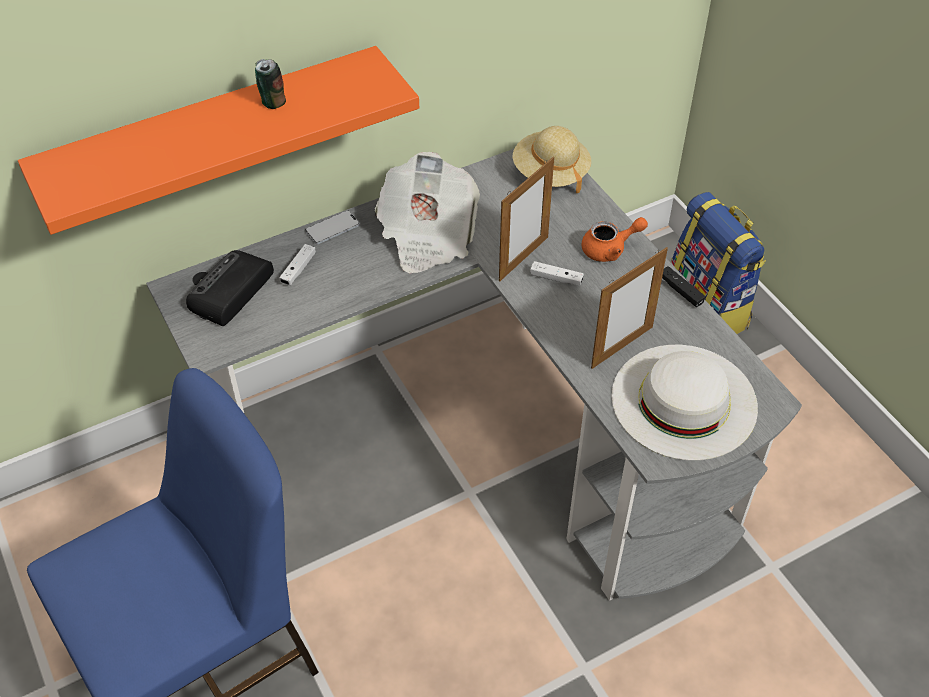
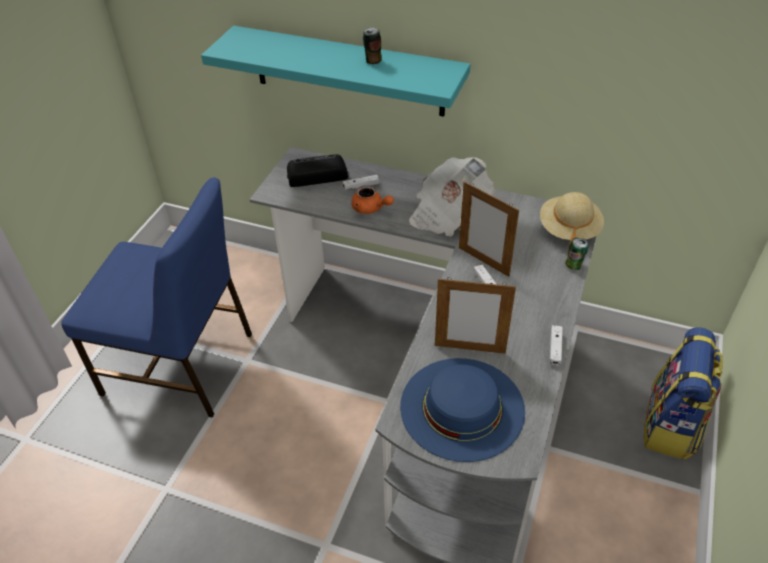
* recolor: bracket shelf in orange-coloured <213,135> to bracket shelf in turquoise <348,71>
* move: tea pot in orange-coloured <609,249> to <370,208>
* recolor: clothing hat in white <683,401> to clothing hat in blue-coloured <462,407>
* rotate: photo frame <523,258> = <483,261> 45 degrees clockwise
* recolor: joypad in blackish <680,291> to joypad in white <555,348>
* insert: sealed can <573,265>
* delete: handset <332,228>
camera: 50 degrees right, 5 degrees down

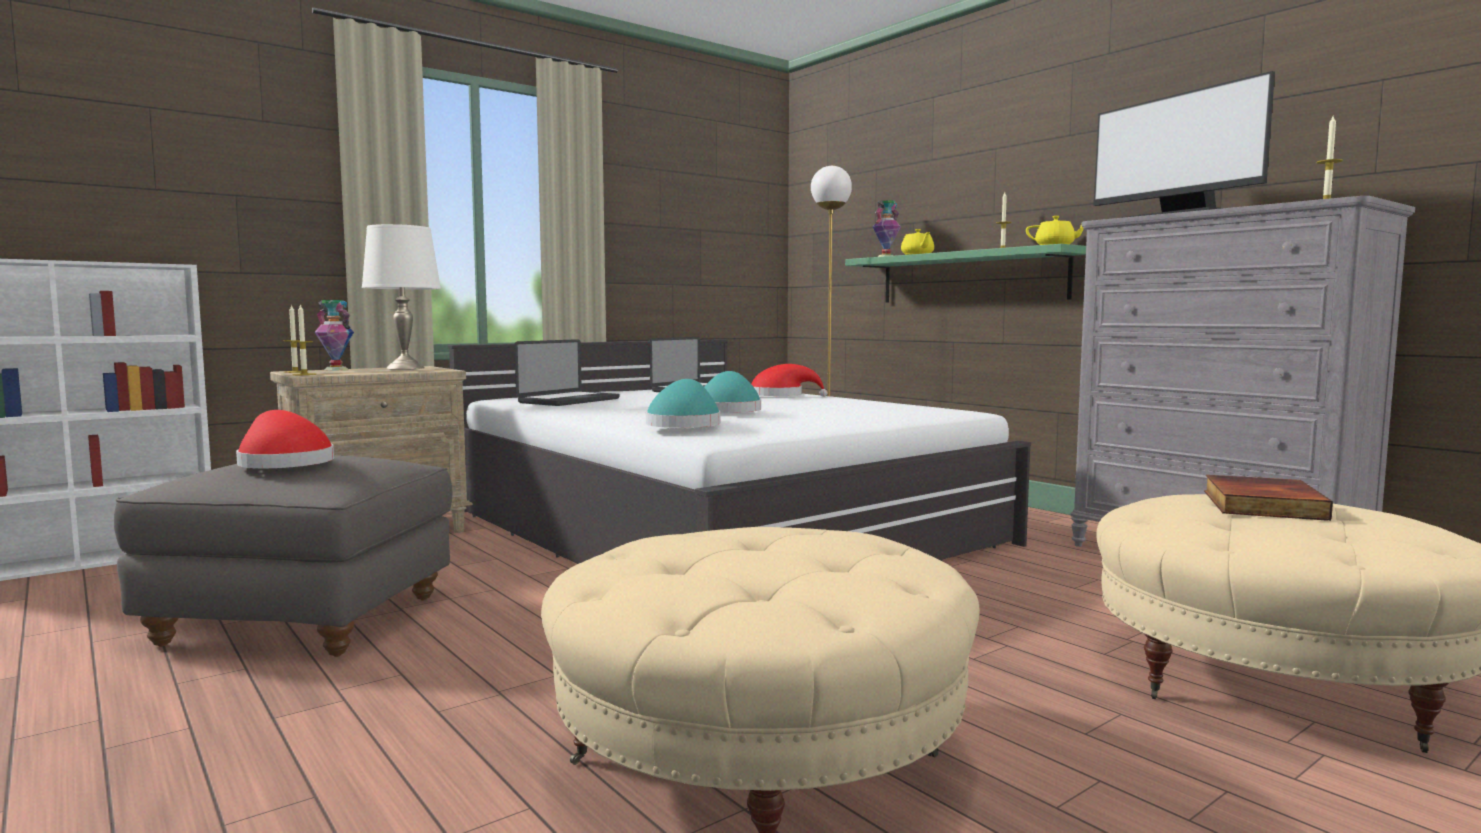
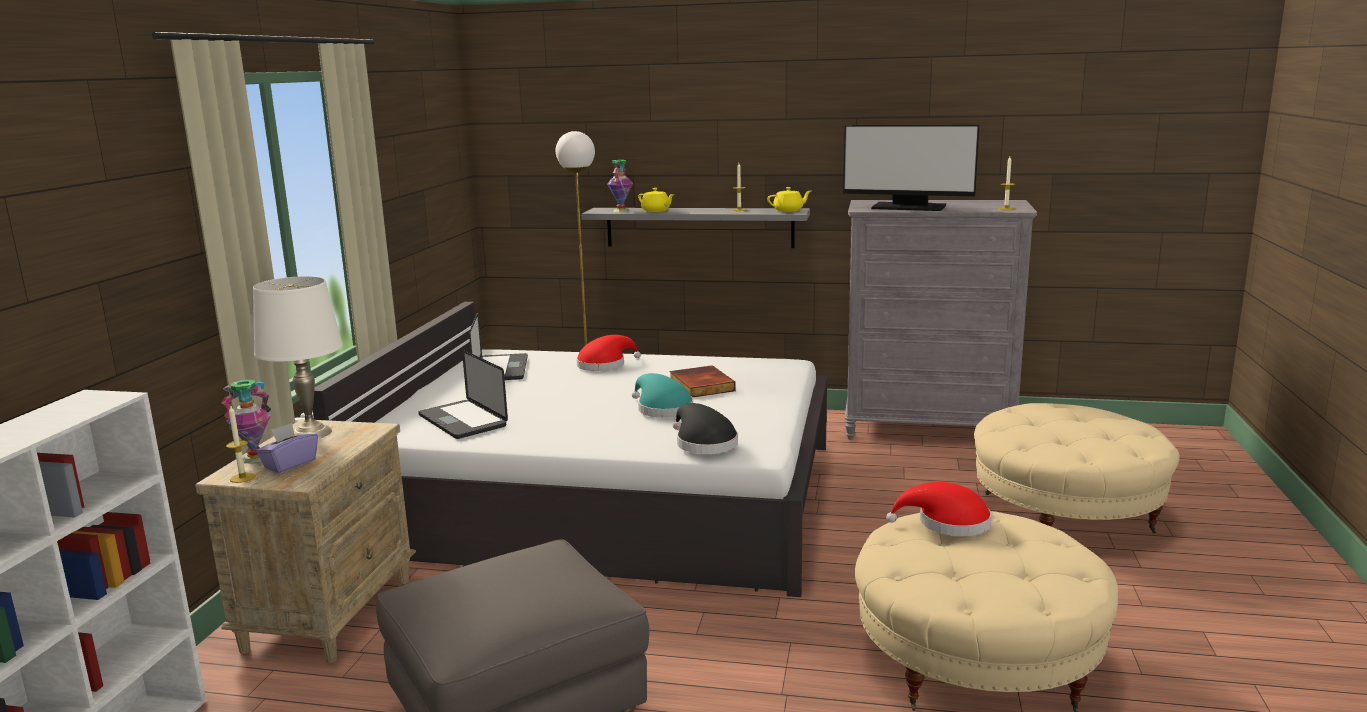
* insert: tissue box in purple-coloured <290,464>
* rotate: portable computer <569,401> = <462,421> 150 degrees clockwise
* recolor: bracket shelf in green-coloured <970,277> to bracket shelf in grey <699,227>
* move: book <1259,504> to <700,385>
* recolor: clothing hat in turquoise <684,425> to clothing hat in blackish <703,443>
* move: clothing hat in reddish <283,464> to <947,523>
* delete: wax candle <304,374>
camera: 40 degrees left, 10 degrees up

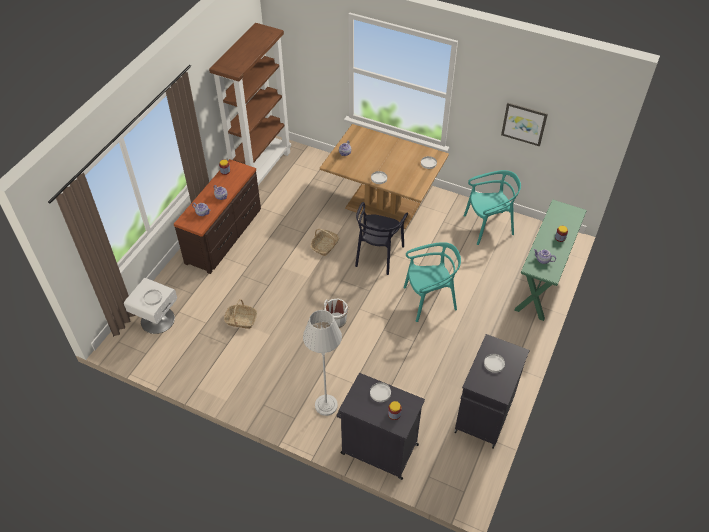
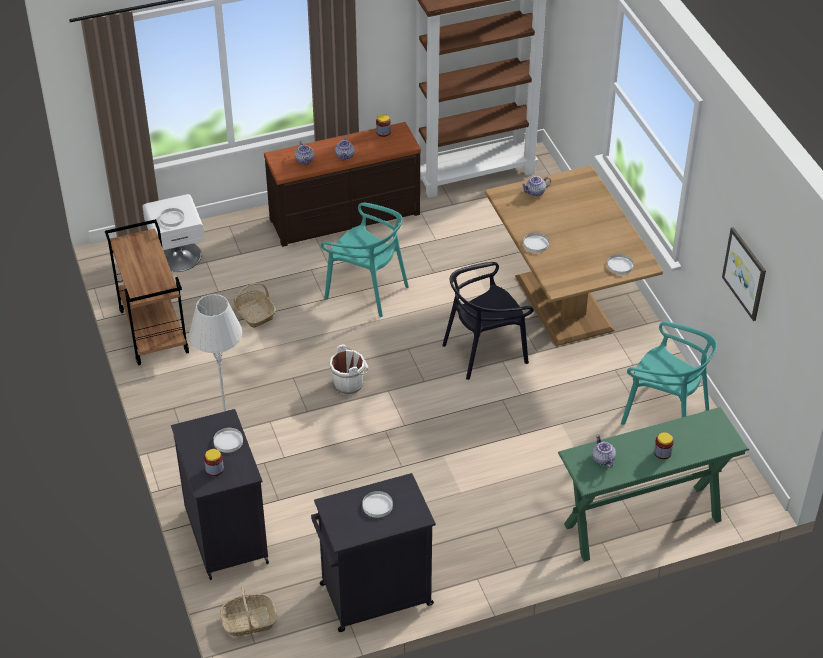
* insert: trolley in brown <153,331>
* move: basket <325,246> to <249,621>
* move: upright chair in turquoise <429,300> to <367,290>
camera: 45 degrees right, 5 degrees down

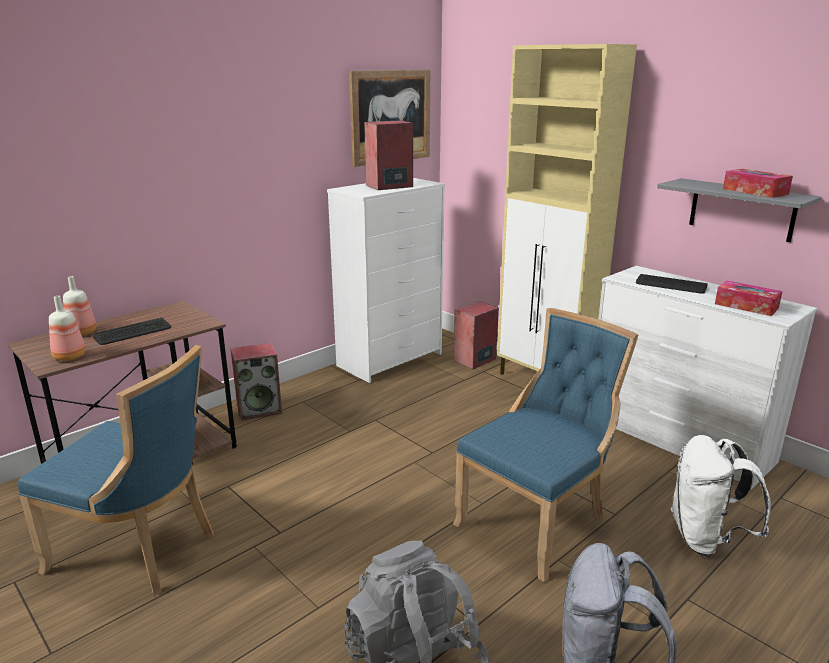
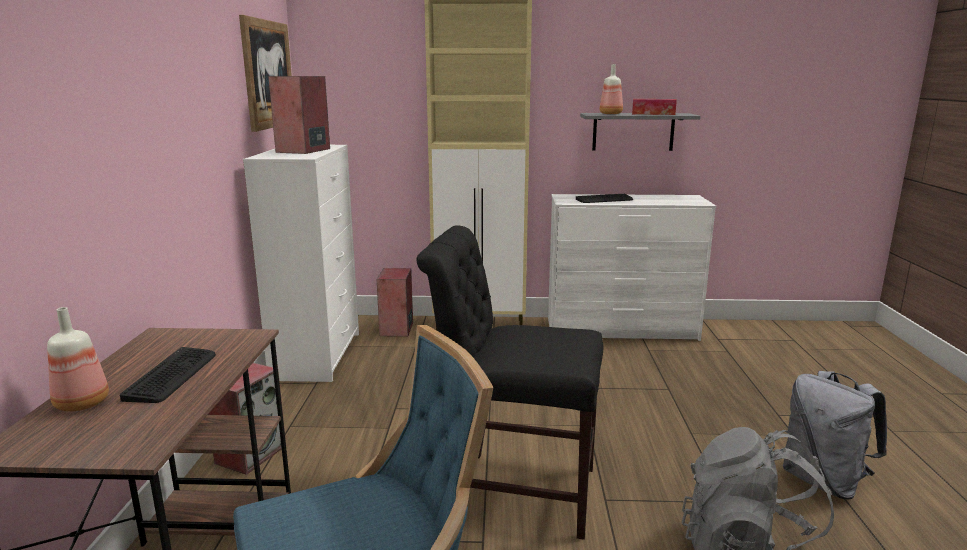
* insert: upright chair in blackish <514,490>
* move: beverage bottle <70,357> to <611,114>
* delete: upright chair in blue-coloured <537,521>
* delete: backpack in white <706,539>
* delete: tissue box <746,306>
camera: 45 degrees left, 5 degrees down

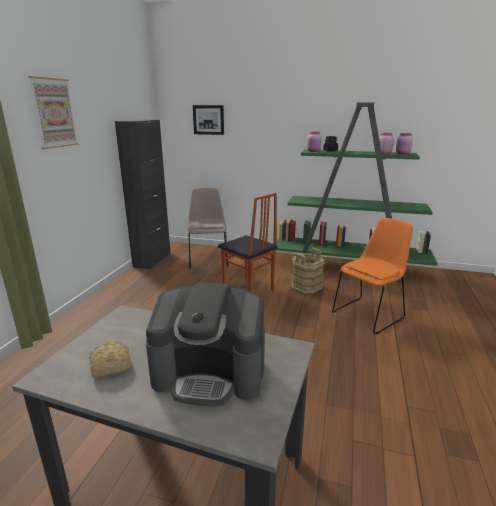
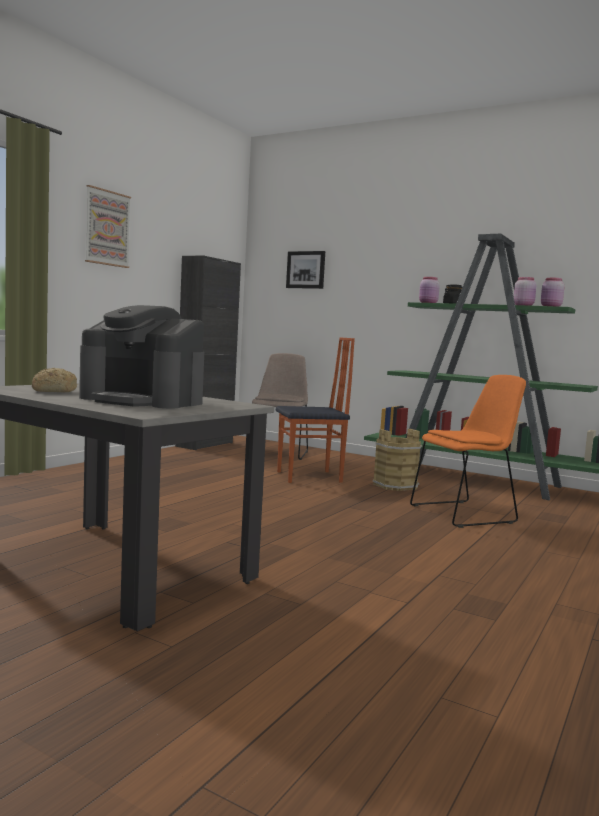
* rotate: upright chair <248,289> = <310,477> 75 degrees counterclockwise
camera: 15 degrees right, 15 degrees down

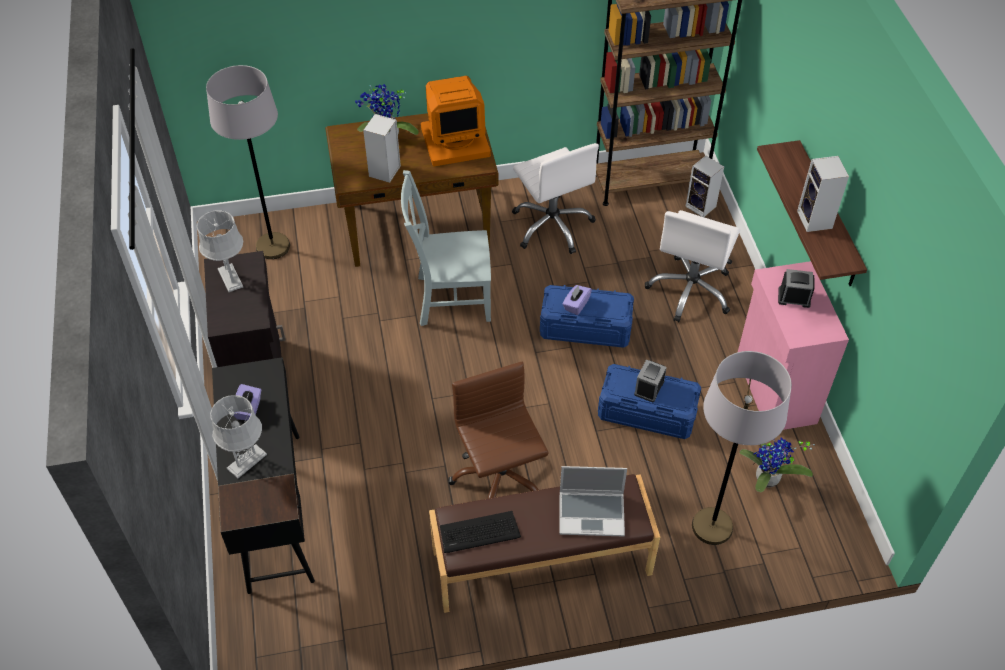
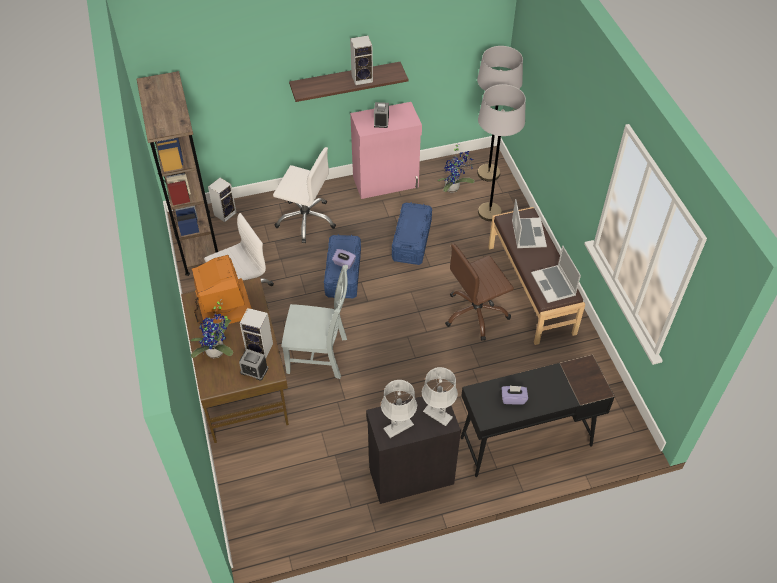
* move: bedside clock <649,388> to <254,370>
* rotate: upright chair in grey <449,298> = <320,356> 75 degrees counterclockwise
* move: table lamp in grey <247,461> to <437,414>
* move: floor lamp in grey <273,247> to <488,173>
* replace: computer keyboard <479,533> to portable computer <554,285>
camera: 95 degrees left, 0 degrees up

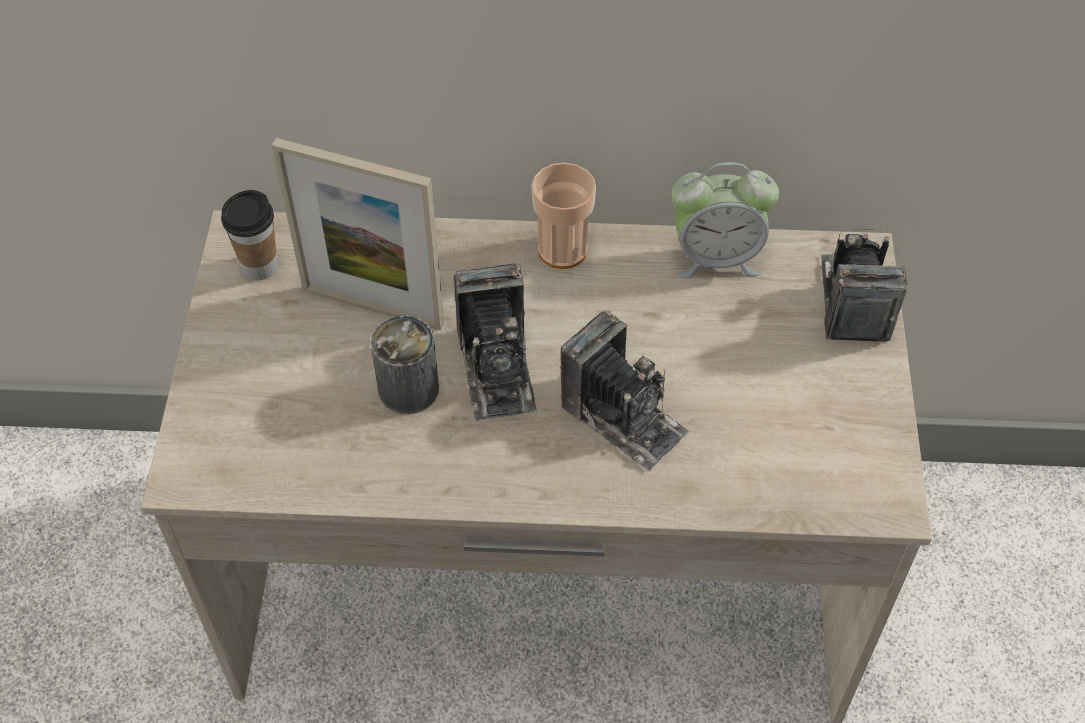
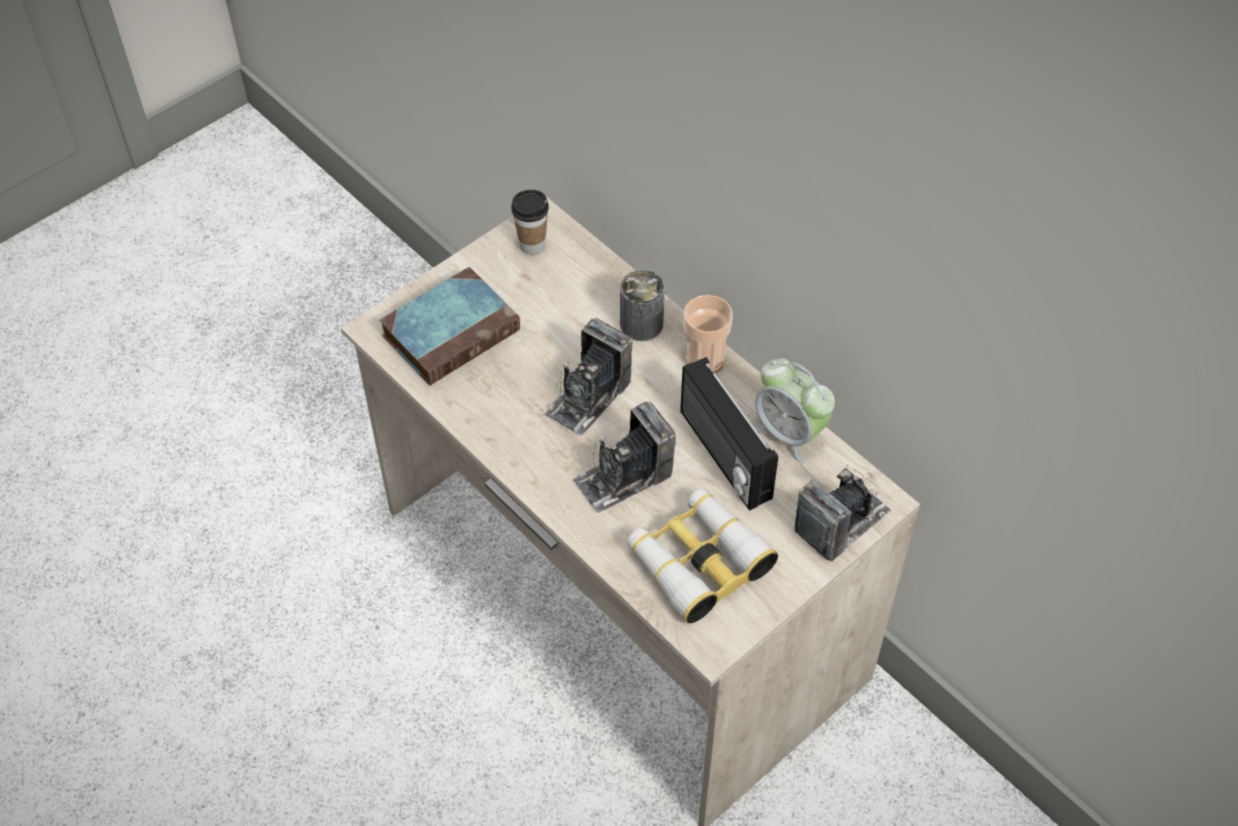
* insert: book <452,331>
* rotate: photo camera <623,417> = <623,477> 60 degrees clockwise
* move: sealed can <408,389> to <641,324>
* insert: field glasses <698,562>
* insert: radio receiver <722,456>
* delete: photo frame <373,307>
camera: 45 degrees right, 0 degrees up

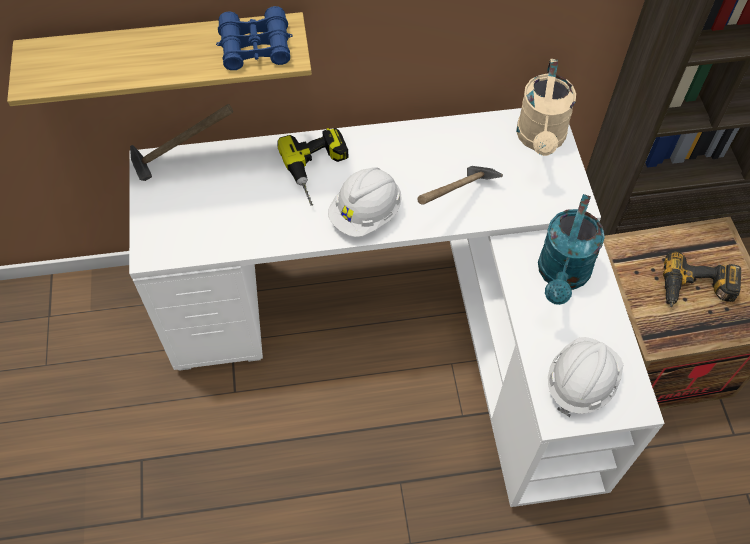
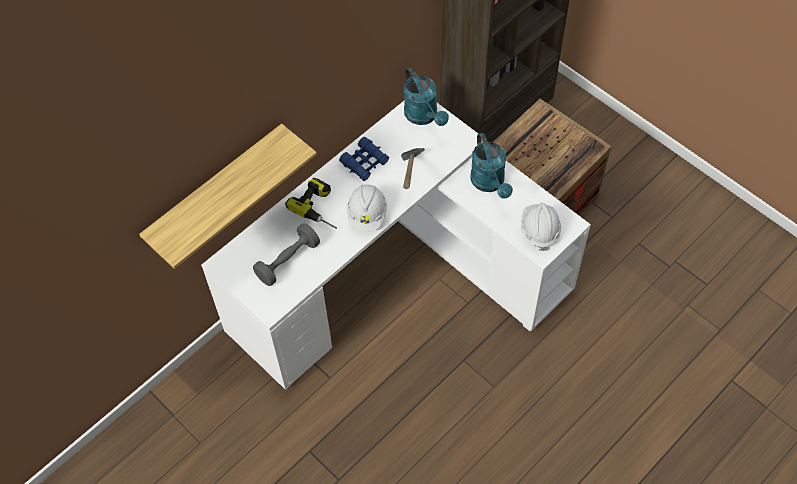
* insert: free weight in grey <288,261>
* move: field glasses in blue-coloured <255,47> to <364,162>
* recolor: watering pot in beige <540,140> to watering pot in turquoise <424,116>
* delete: hammer <183,162>
* delete: power drill <696,290>
camera: 35 degrees left, 0 degrees up

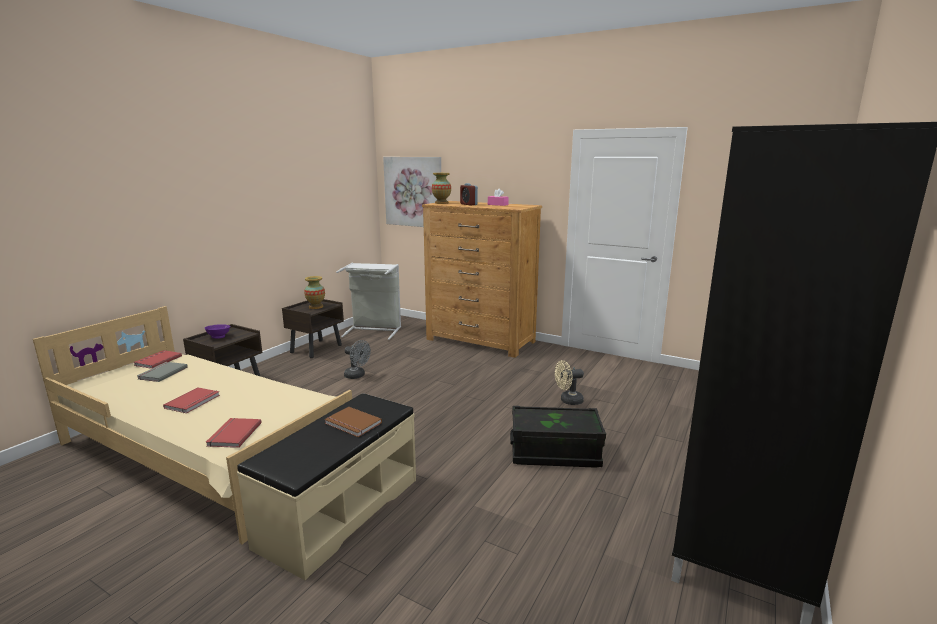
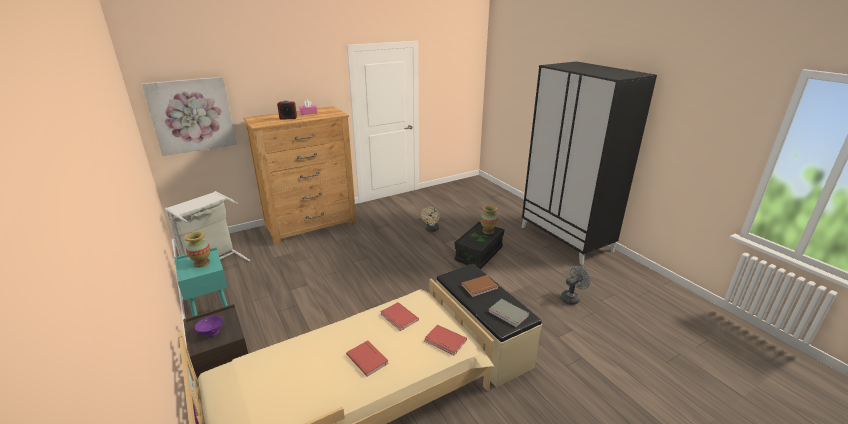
* recolor: nightstand in brown <316,349> to nightstand in turquoise <208,303>
* move: book in reddish <157,361> to <398,318>
* move: vase <441,203> to <488,231>
* move: book in grey <162,373> to <507,314>
* move: electric fan in grey <357,376> to <572,298>
camera: 60 degrees left, 10 degrees up

